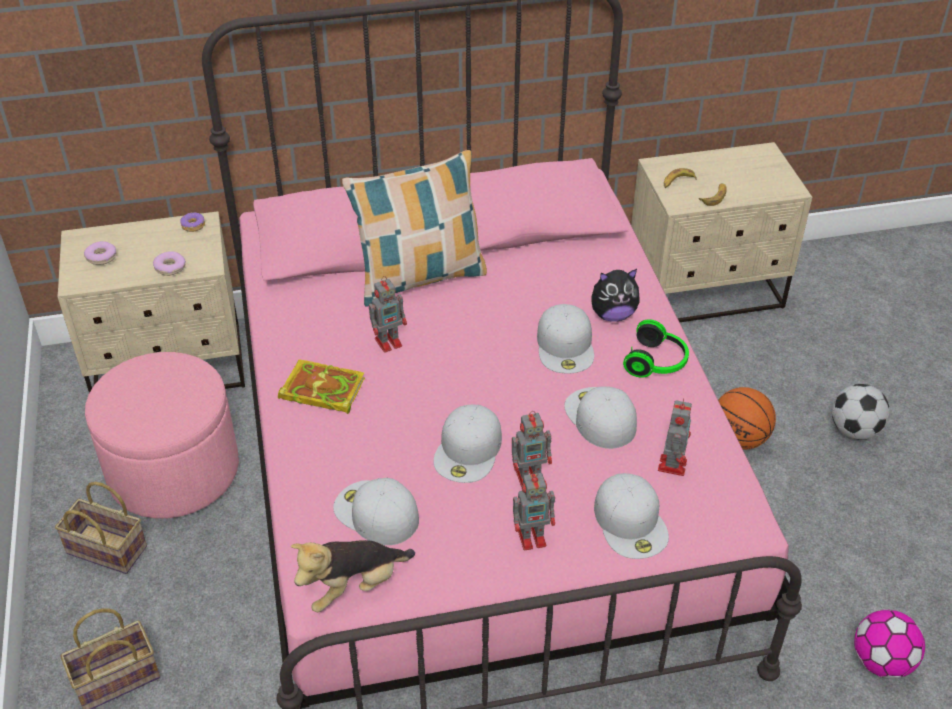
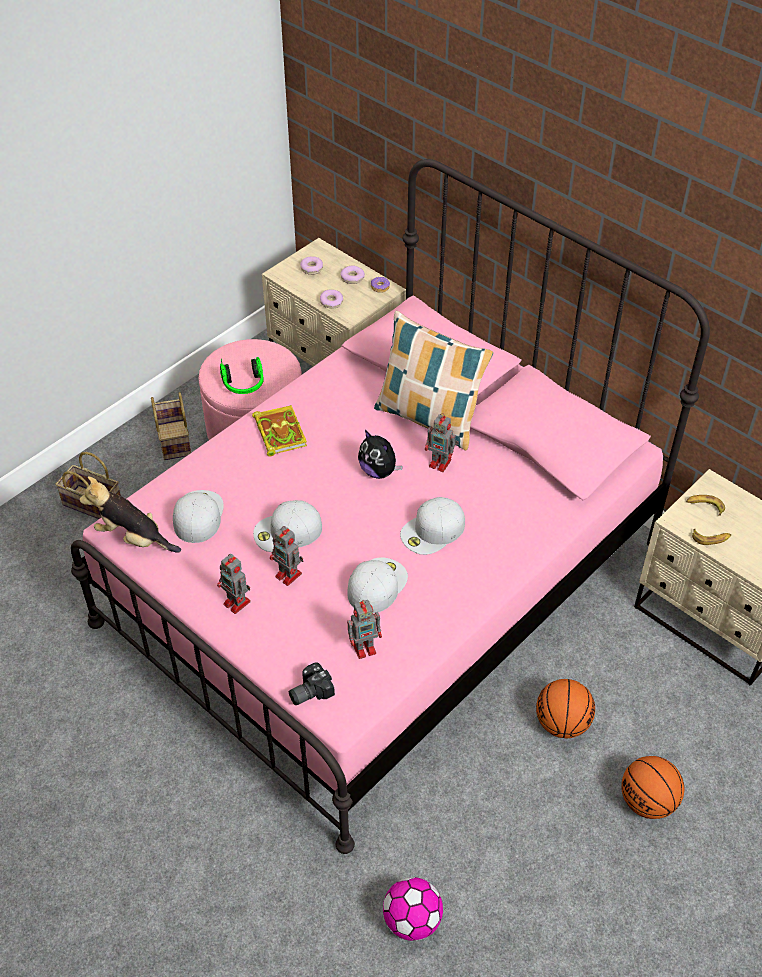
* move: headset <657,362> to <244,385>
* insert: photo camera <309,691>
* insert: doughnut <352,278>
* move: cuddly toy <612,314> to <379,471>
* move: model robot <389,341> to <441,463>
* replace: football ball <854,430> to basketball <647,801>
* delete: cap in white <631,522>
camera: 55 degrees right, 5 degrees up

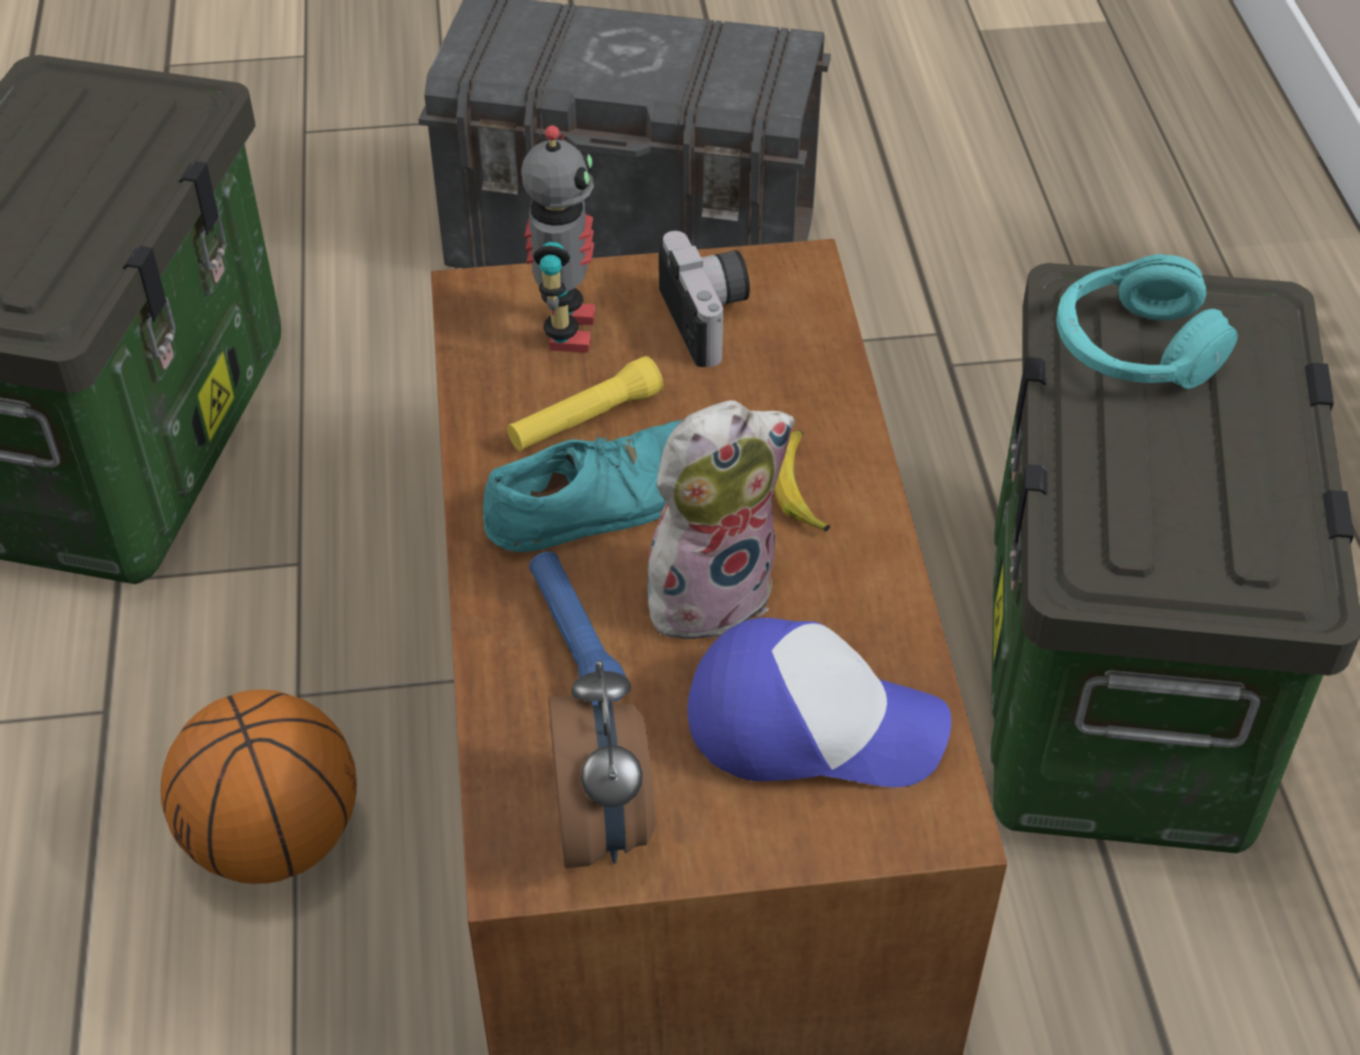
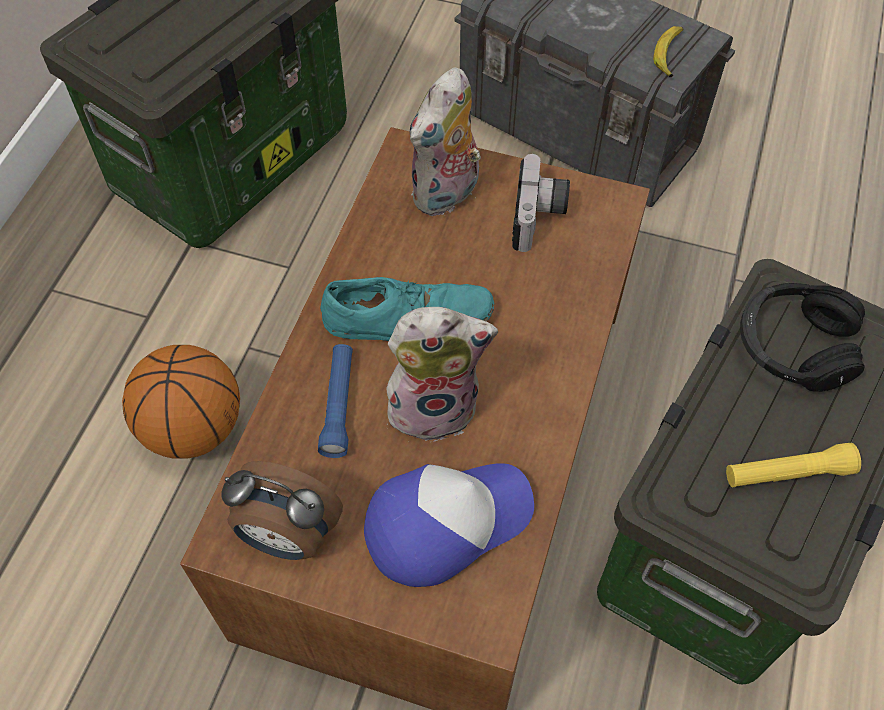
* rotate: bedside clock <604,825> = <287,536> 90 degrees clockwise
* rotate: cap <812,724> = <446,522> 60 degrees counterclockwise
* replace: model robot <566,330> to cuddly toy <447,195>
* move: banana <800,488> to <669,55>
* move: flashlight in yellowish <585,419> to <787,473>
* recolor: headset in turquoise <1134,349> to headset in blackish <794,346>
camera: 25 degrees right, 10 degrees up

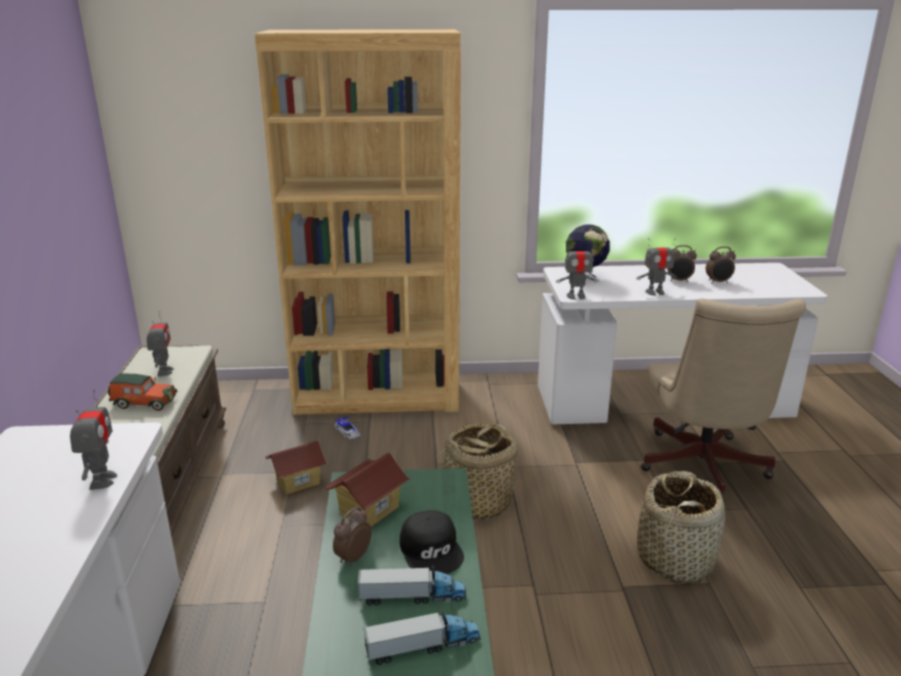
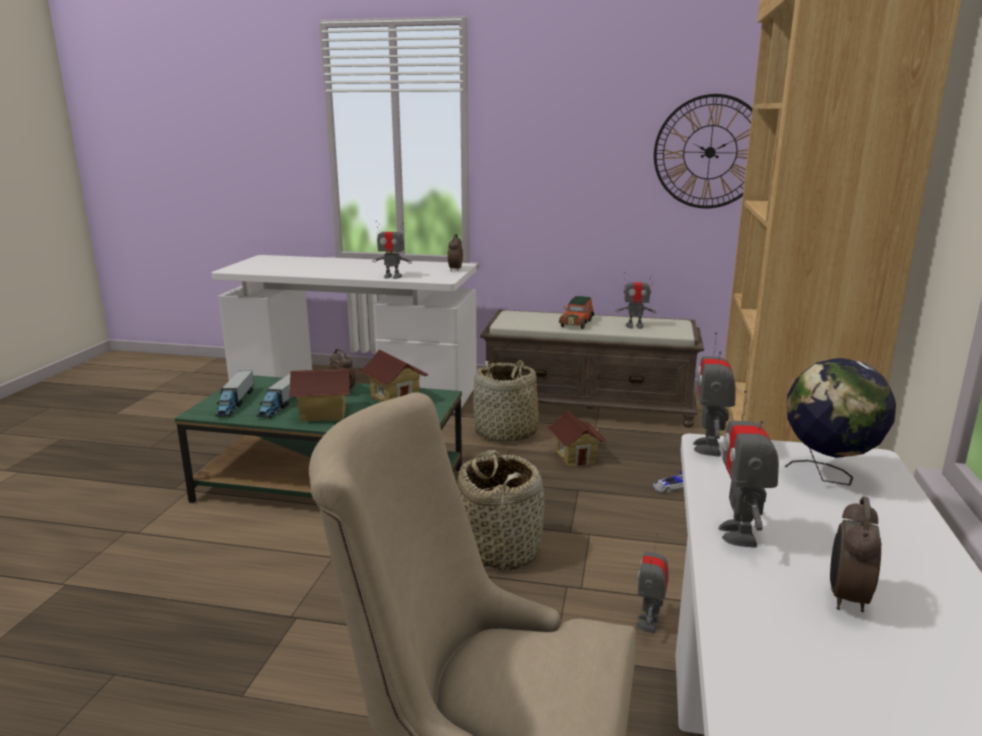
* replace: cap in blackish <432,550> to miniature house <323,414>
* move: bedside clock <718,282> to <455,269>
* move: basket <675,559> to <506,433>
* insert: model robot <649,623>
* insert: hanging clock <710,152>
camera: 105 degrees right, 5 degrees down

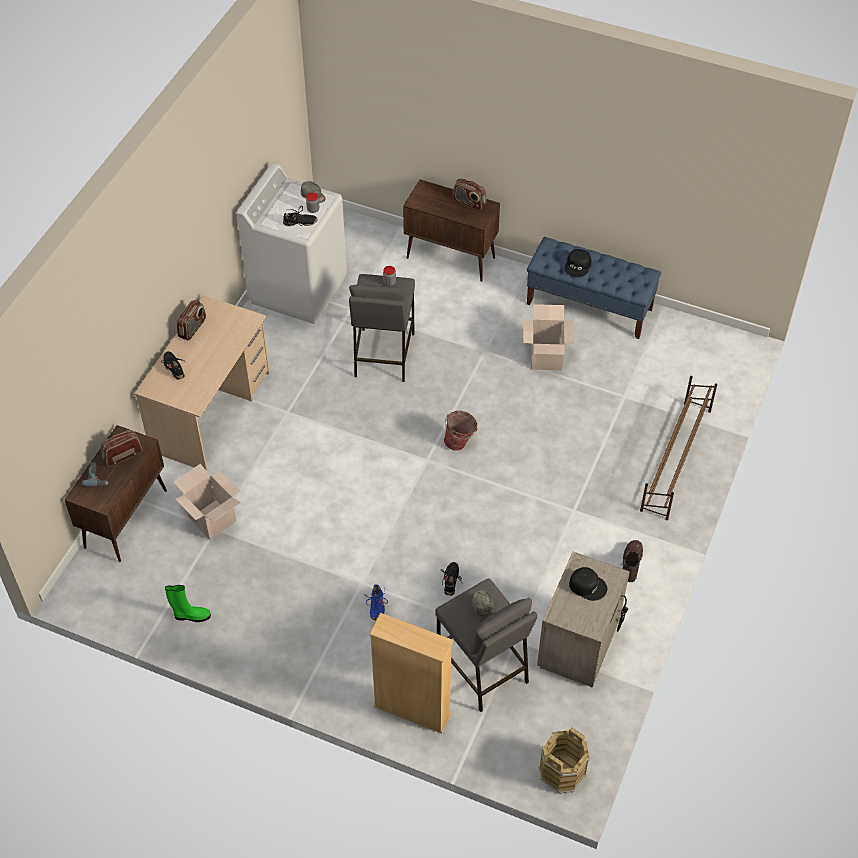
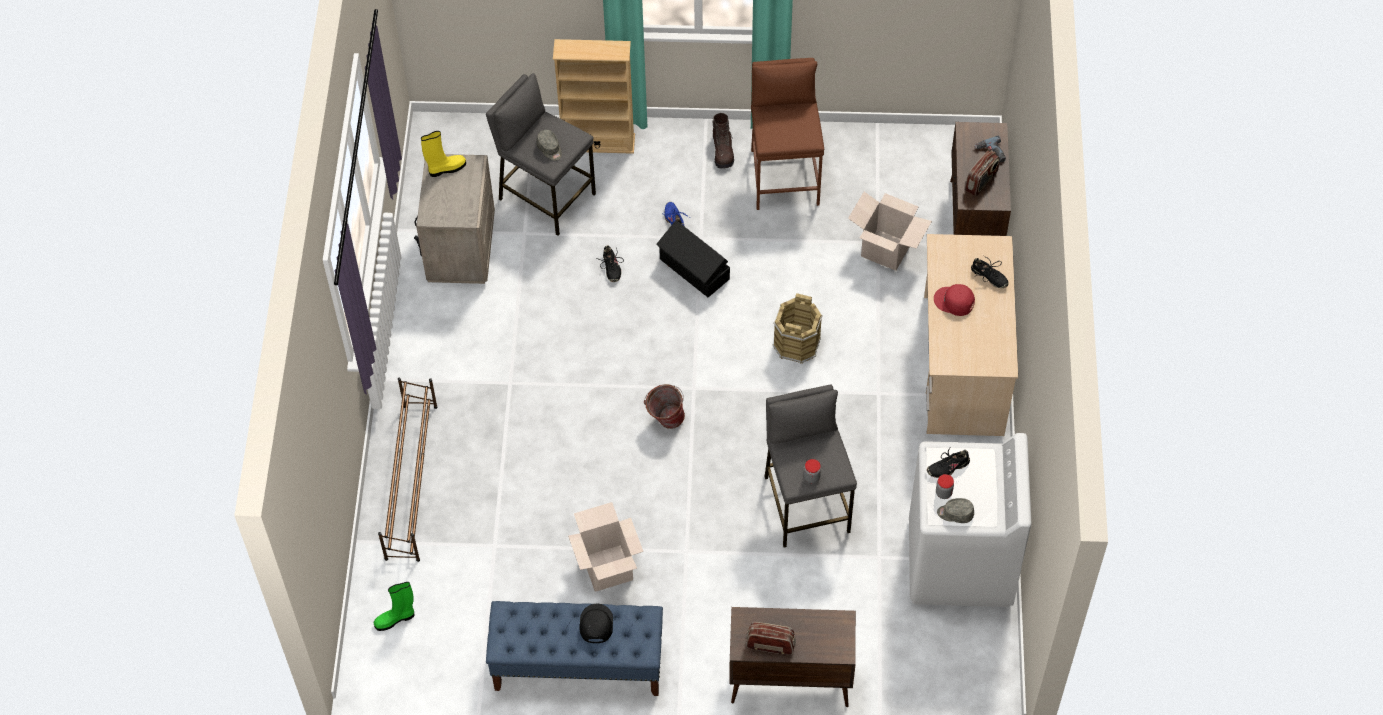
* move: tall boot in green-coloured <191,616> to <396,619>
* insert: tall boot in yellowish <446,169>
* insert: storage bin in blackish <694,270>
* move: tall boot in brown <631,564> to <723,151>
* insert: stool in brown <784,177>
* move: bucket in brown <561,772> to <797,344>
* insert: cap in reddish <954,302>
* delete: radio receiver <192,328>
* delete: cap in blackish <587,585>
camera: 160 degrees right, 5 degrees up

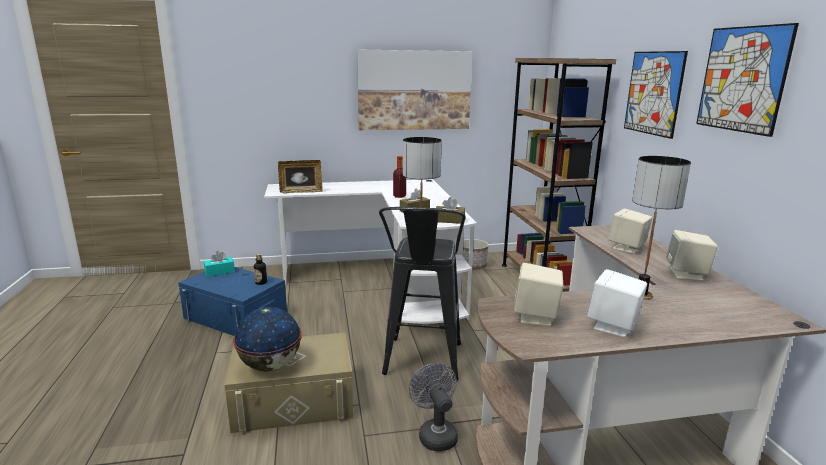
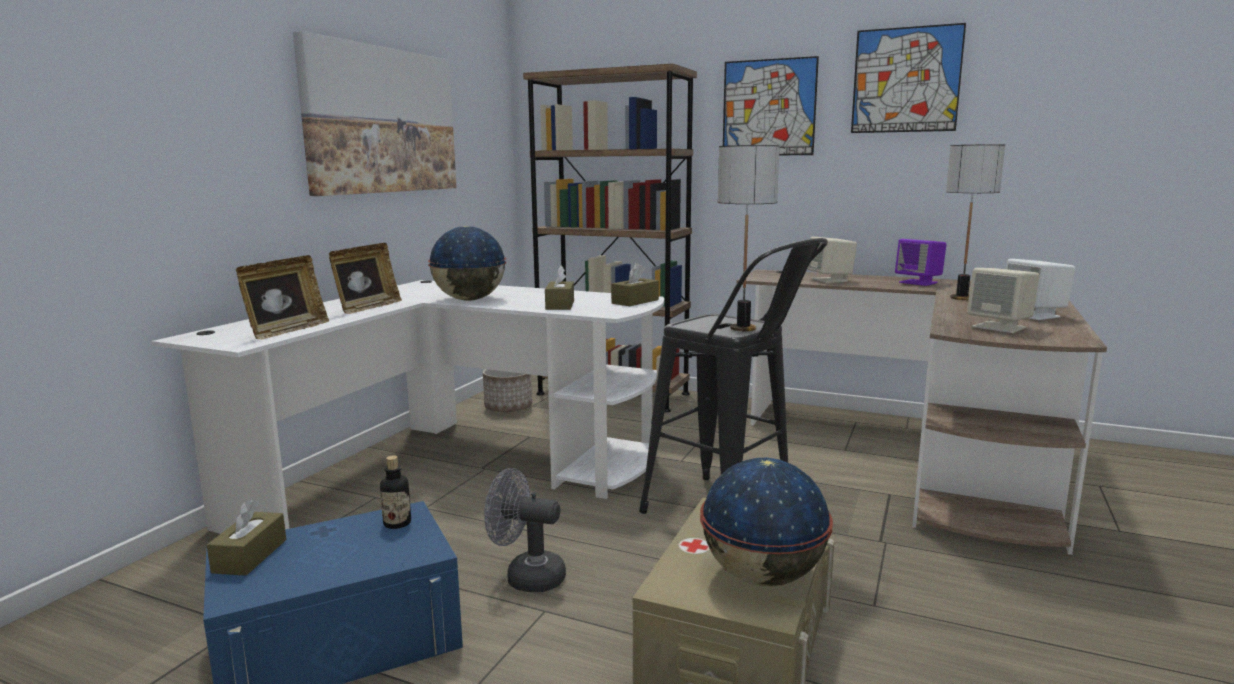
* recolor: tissue box in turquoise <219,271> to tissue box in brown <250,556>
* insert: photo frame <367,308>
* replace: beverage bottle <399,196> to globe <469,300>
* move: electric fan in grey <435,434> to <526,576>
* recolor: speaker in beige <686,274> to speaker in purple-coloured <919,282>
camera: 55 degrees left, 5 degrees down

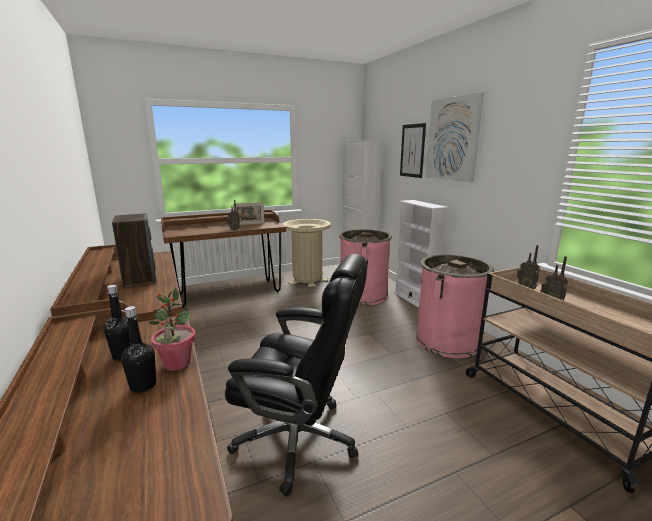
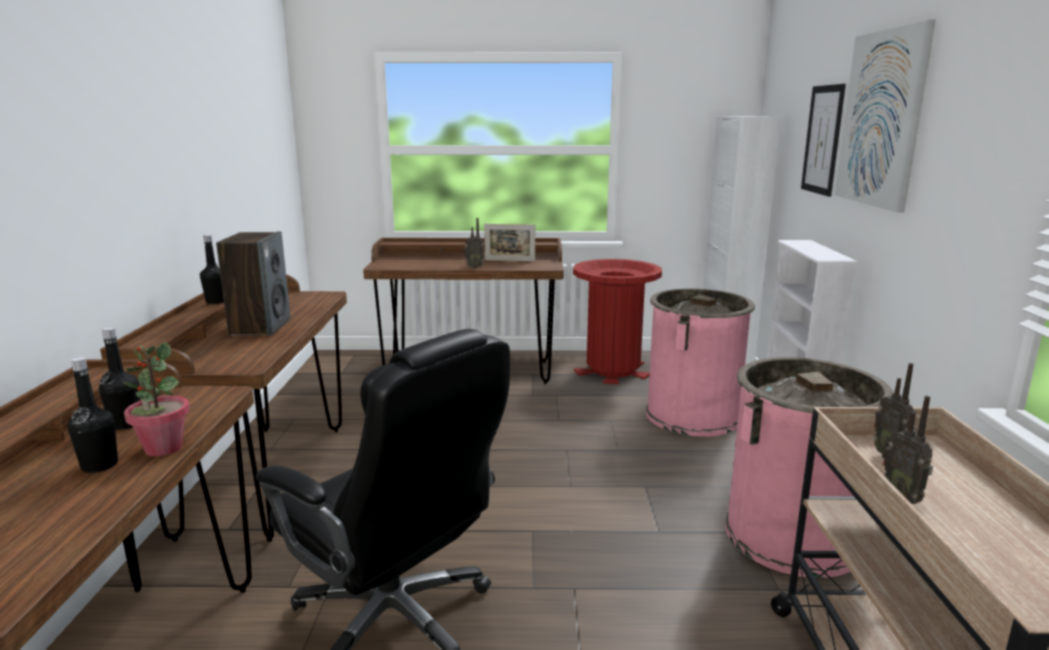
* insert: beverage bottle in blackish <216,302>
* recolor: trash can in beige <307,279> to trash can in reddish <613,369>
camera: 25 degrees right, 0 degrees up

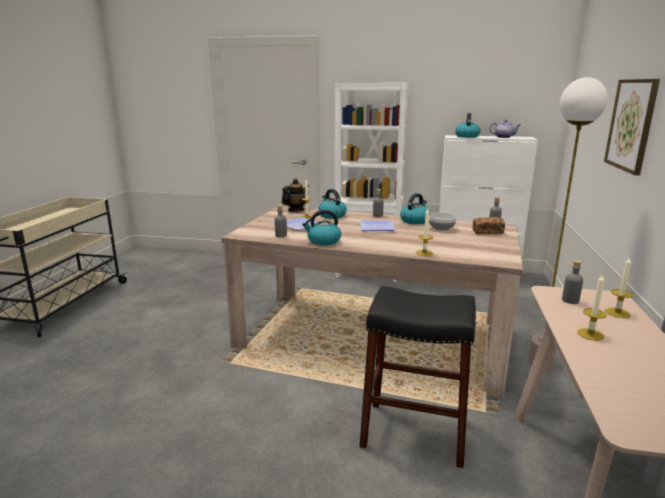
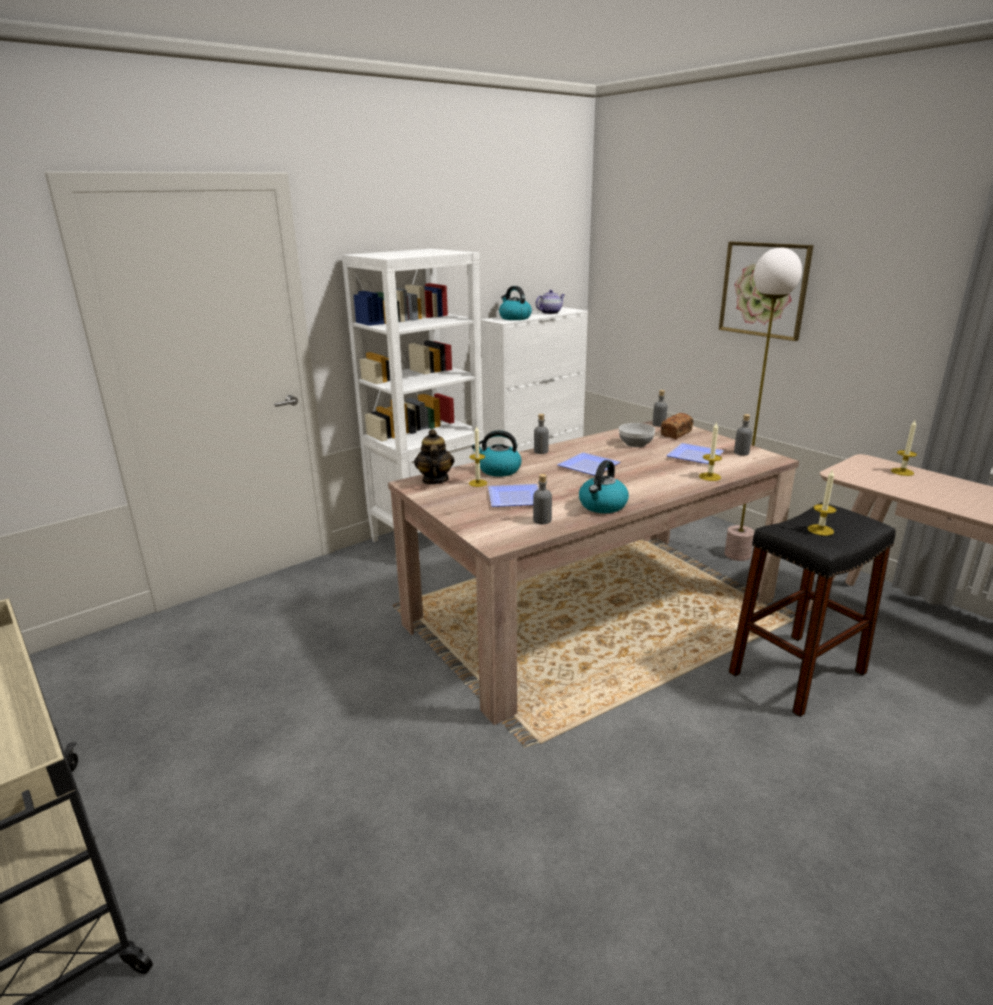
* insert: flat dish <692,456>
* move: beverage bottle in grey <570,300> to <741,452>
* move: wax candle <590,334> to <820,530>
* delete: tea kettle <414,221>
camera: 50 degrees left, 5 degrees up

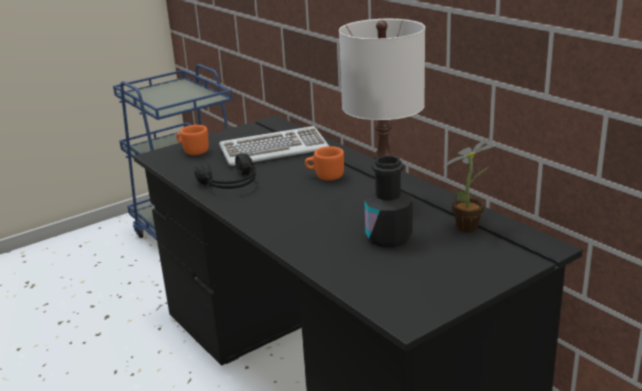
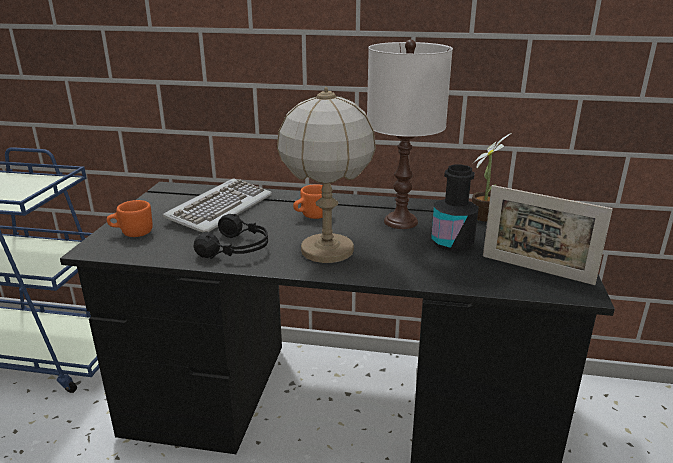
* insert: table lamp <328,250>
* insert: photo frame <536,270>
camera: 45 degrees left, 0 degrees up

